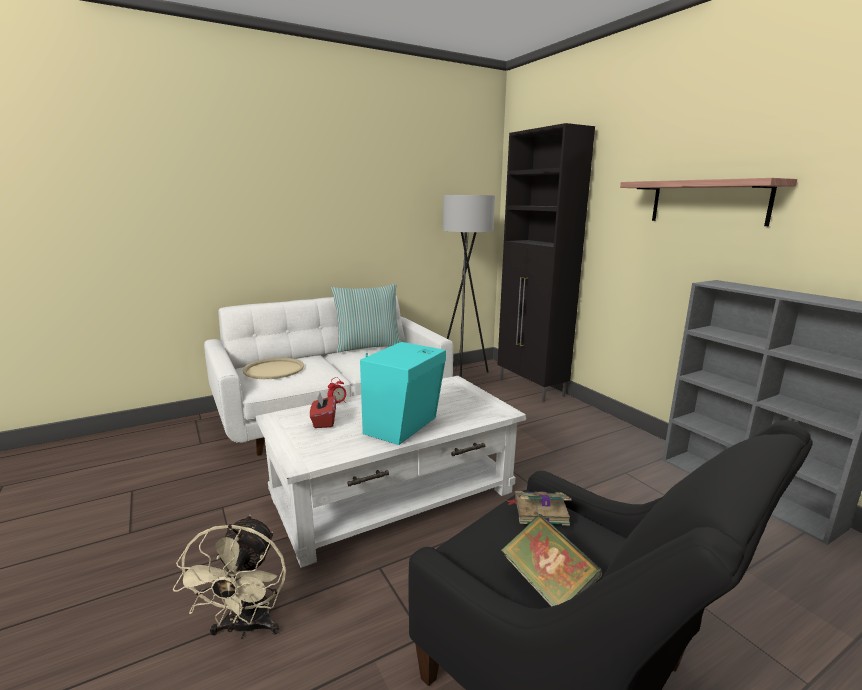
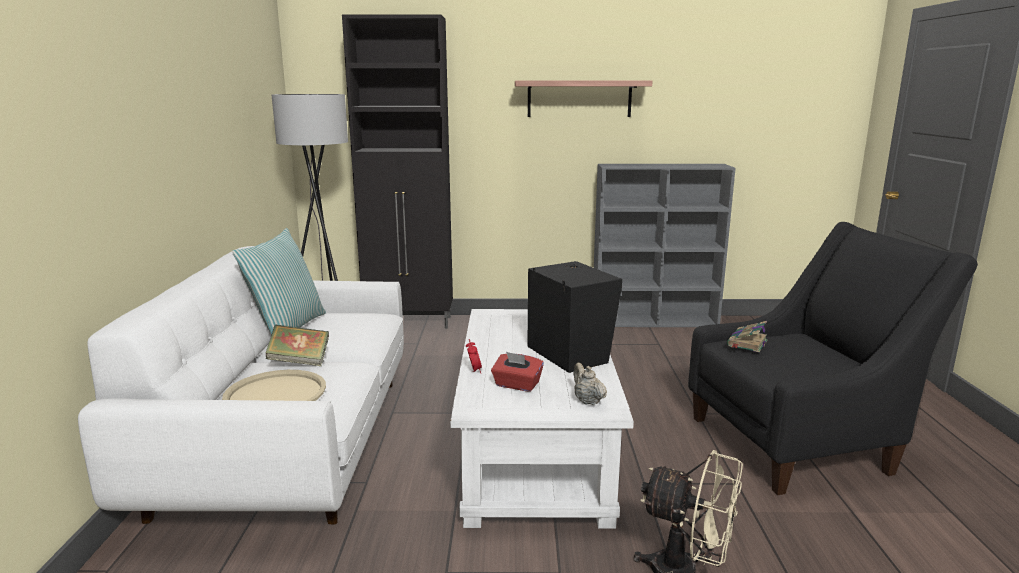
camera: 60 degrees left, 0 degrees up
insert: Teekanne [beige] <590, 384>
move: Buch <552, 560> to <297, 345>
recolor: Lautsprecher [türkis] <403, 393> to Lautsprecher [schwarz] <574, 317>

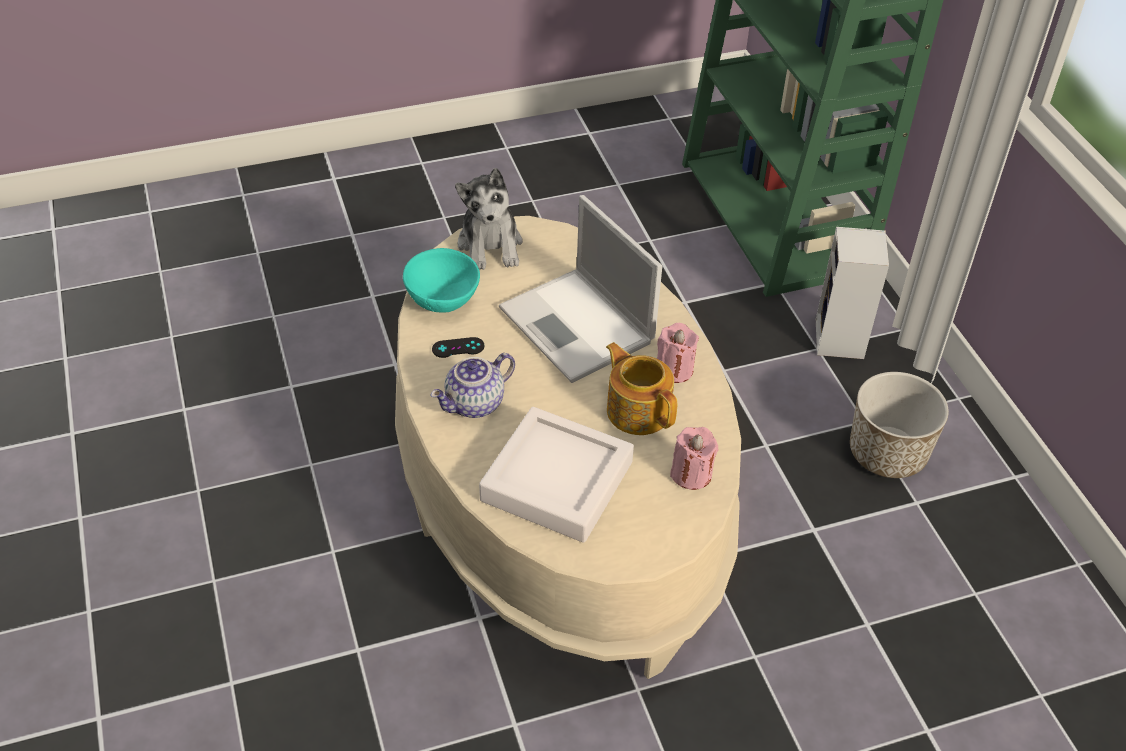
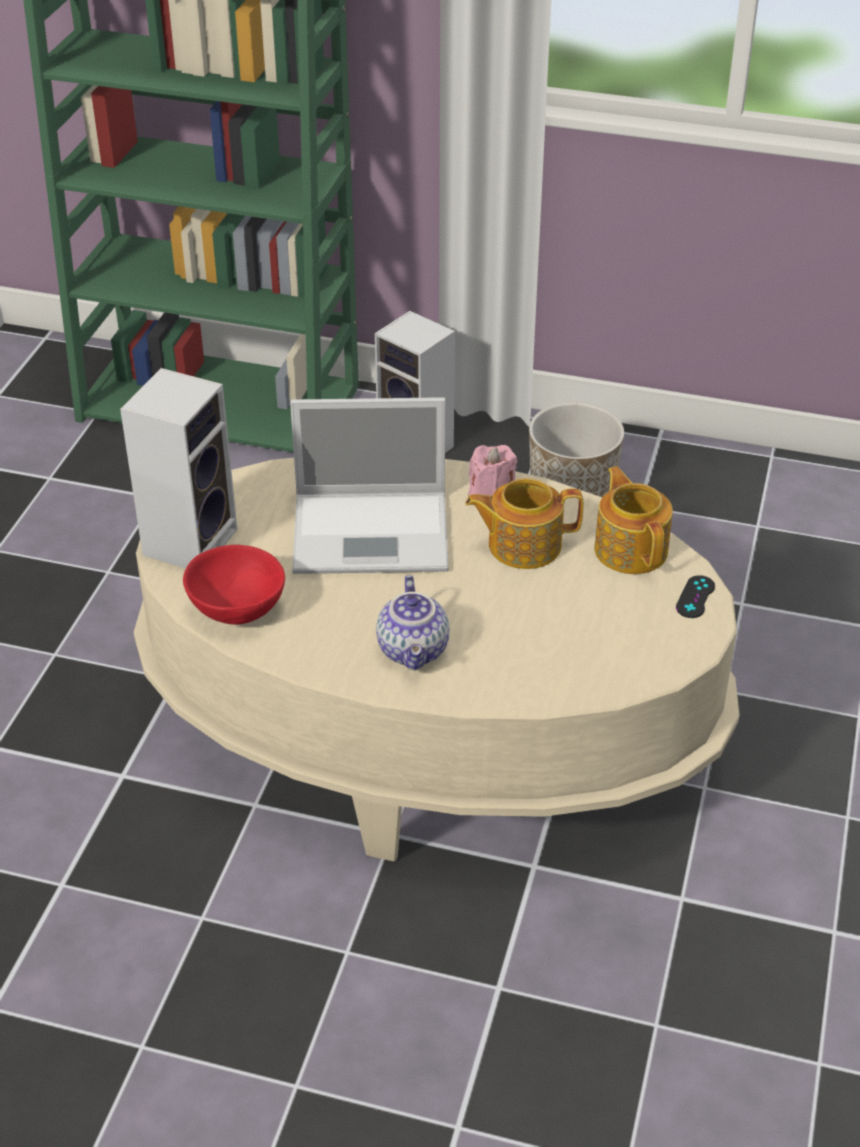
camera: 55 degrees left, 5 degrees down
delete: Tablett [weiß] <556, 475>
move: Gamepad [schwarz] <458, 347> to <695, 596>
replace: Plüschtier <489, 219> to Lautsprecher <178, 468>; Kerze [rosa] <694, 458> to Teekanne <633, 520>
recolor: Schüssel [türkis] <441, 280> to Schüssel [rot] <234, 585>

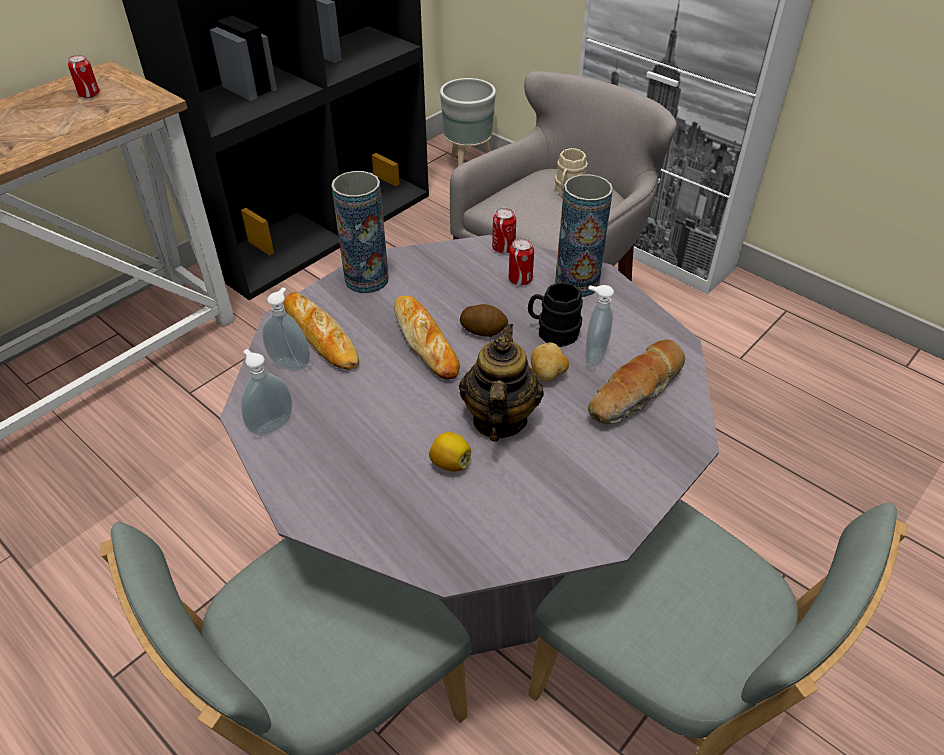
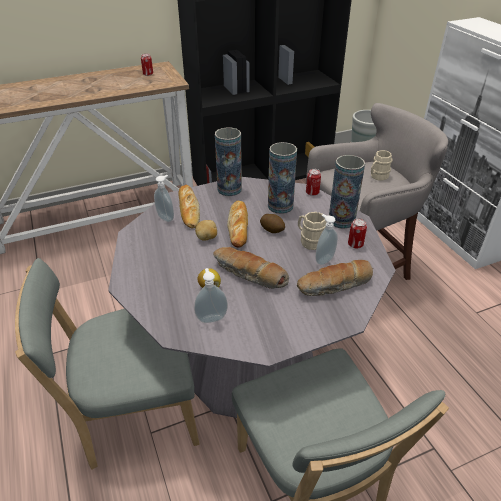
camera: 25 degrees right, 5 degrees down
insert: Vase <282, 178>
move: Seifenspender <266, 392> to <211, 295>; Dose <521, 261> to <357, 233>; Kartoffel <550, 362> to <206, 230>
replace: Teekanne <501, 382> to Brot <251, 268>
recolor: Henkelbecher [schwarz] <555, 314> to Henkelbecher [beige] <312, 231>

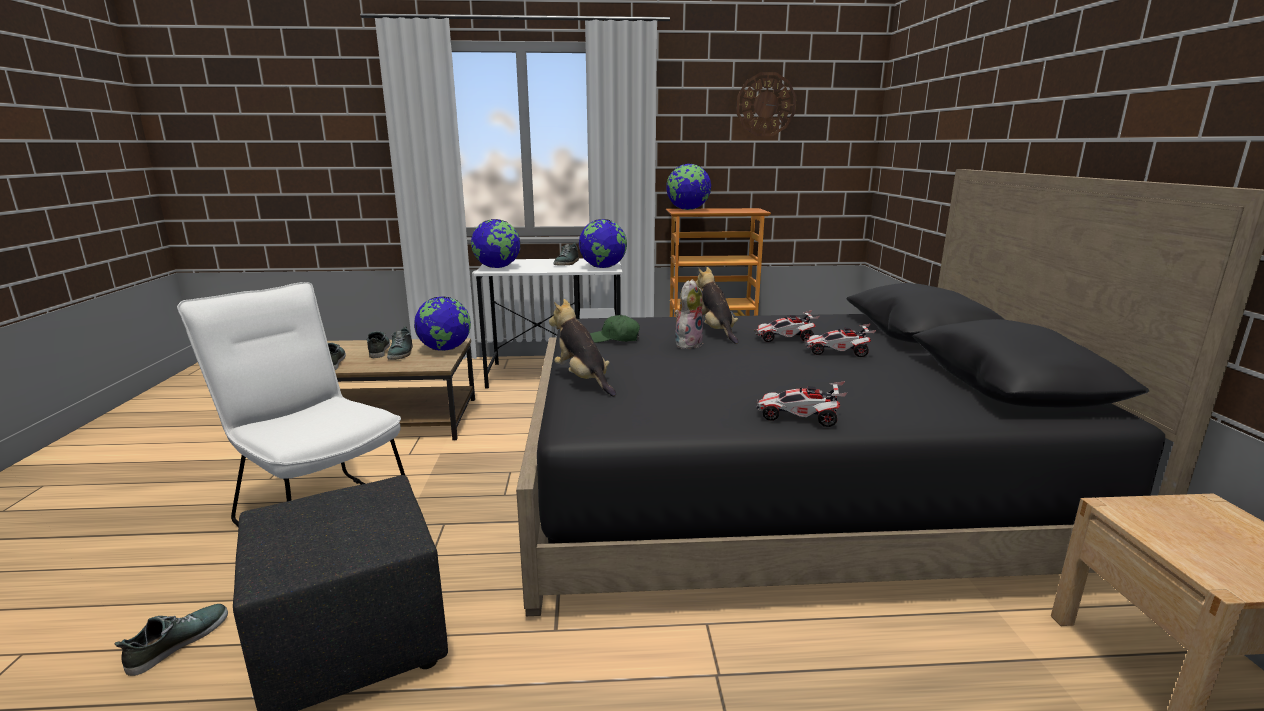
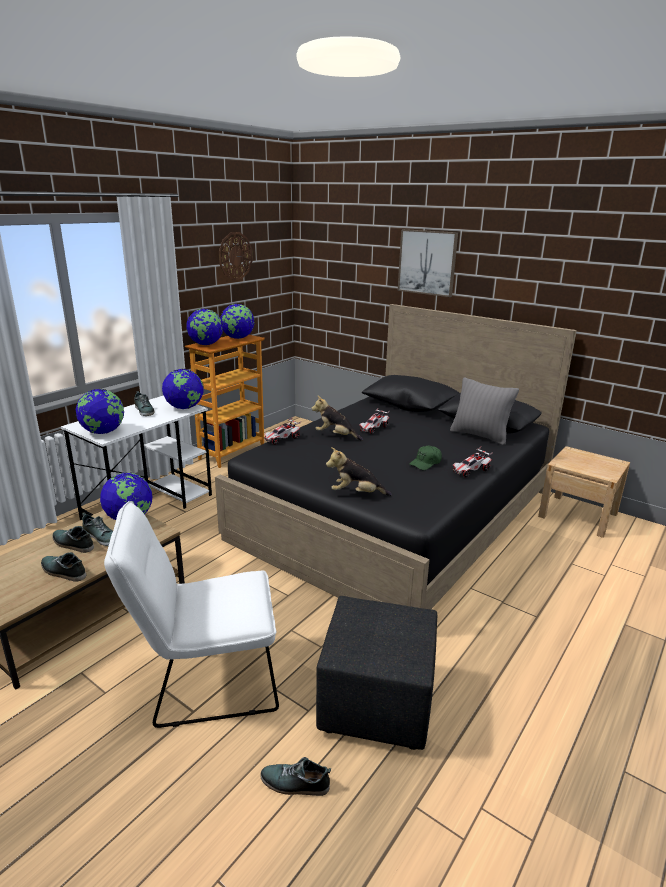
camera: 50 degrees left, 5 degrees up
delete: Plüschtier <689, 314>
insert: Globus <237, 321>; Bild <428, 263>; Kissen [grau] <484, 411>
move: Kappe [grün] <615, 329> to <425, 458>; Spielzeugauto <840, 340> to <282, 431>
rotate: Schuh <171, 640> = <295, 776> 60 degrees counterclockwise

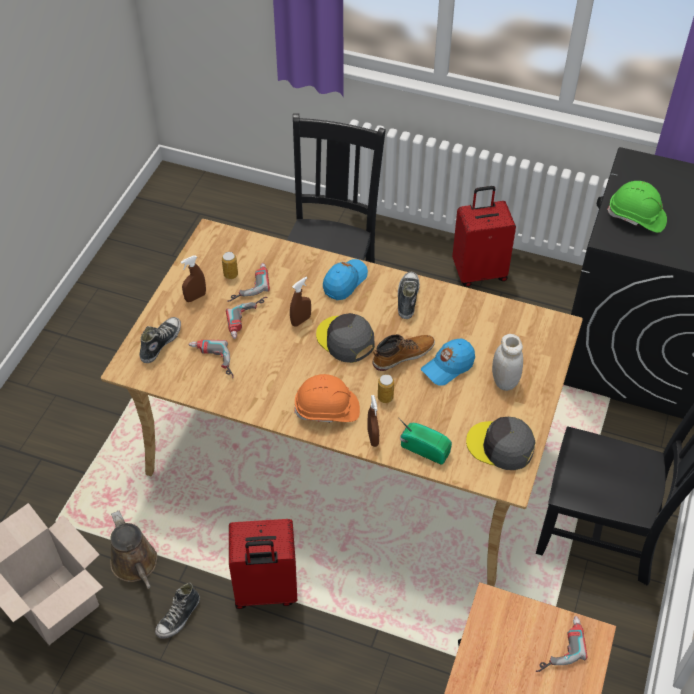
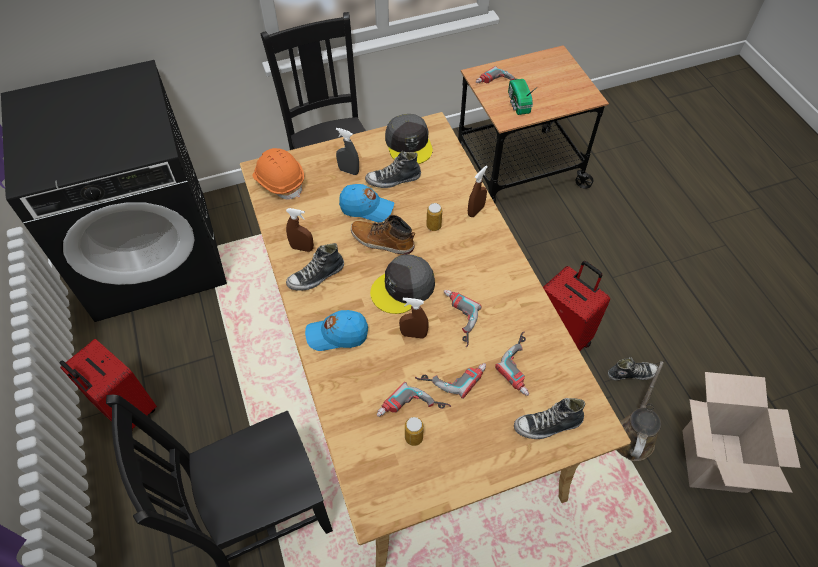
camera: 130 degrees left, 5 degrees up
delete: Schutzhelm [grün] <637, 207>
insert: Schuh <393, 169>; Bohrmaschine <462, 319>
move: Sprühflasche [braun] <193, 279> to <300, 230>; Schutzhelm [orange] <327, 398> to <278, 174>; Radio <425, 441> to <522, 97>
replace: Vorratsglas [weiß] <507, 362> to Sprühflasche [grau] <347, 151>
rotate: Kappe [grau] <345, 338> = <402, 284> 45 degrees clockwise

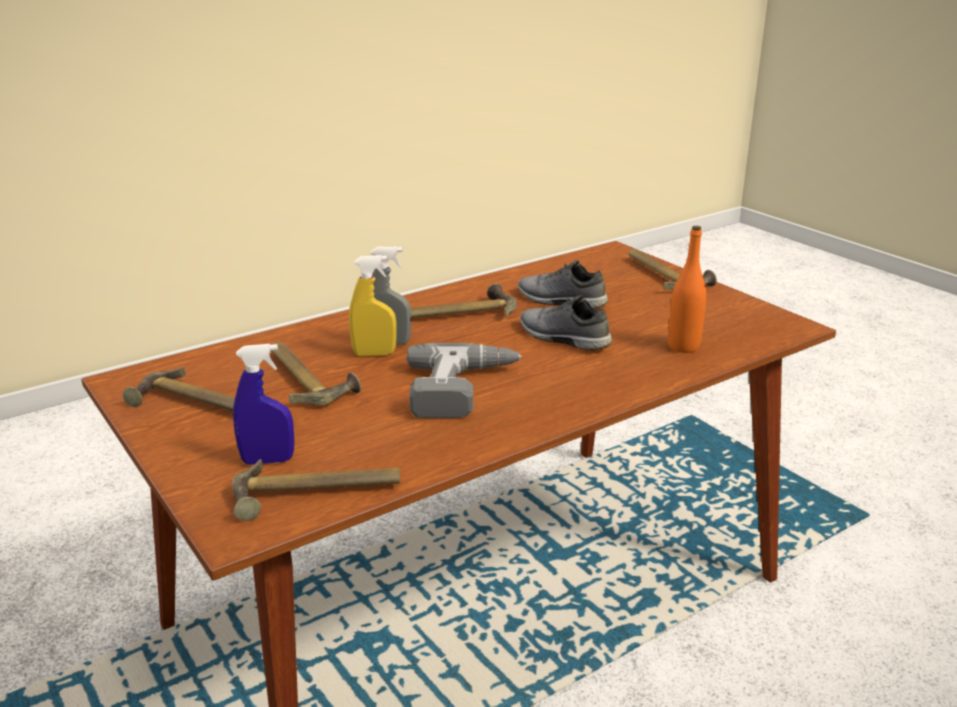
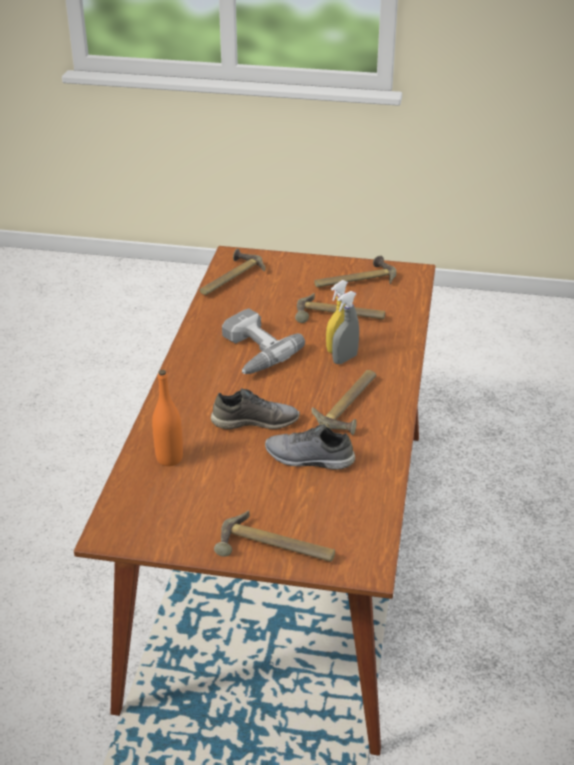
camera: 135 degrees right, 10 degrees up
delete: Sprühflasche [blau] <263, 404>
rotate: Schuh [grau] <563, 284> = <310, 447> 150 degrees counterclockwise

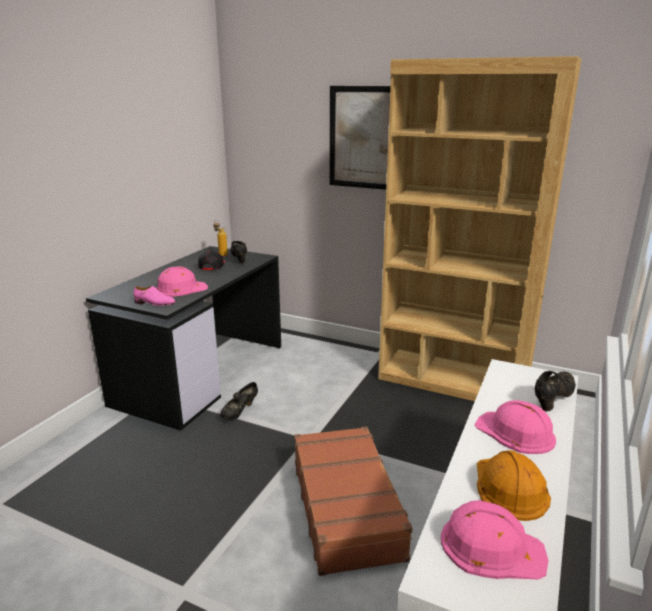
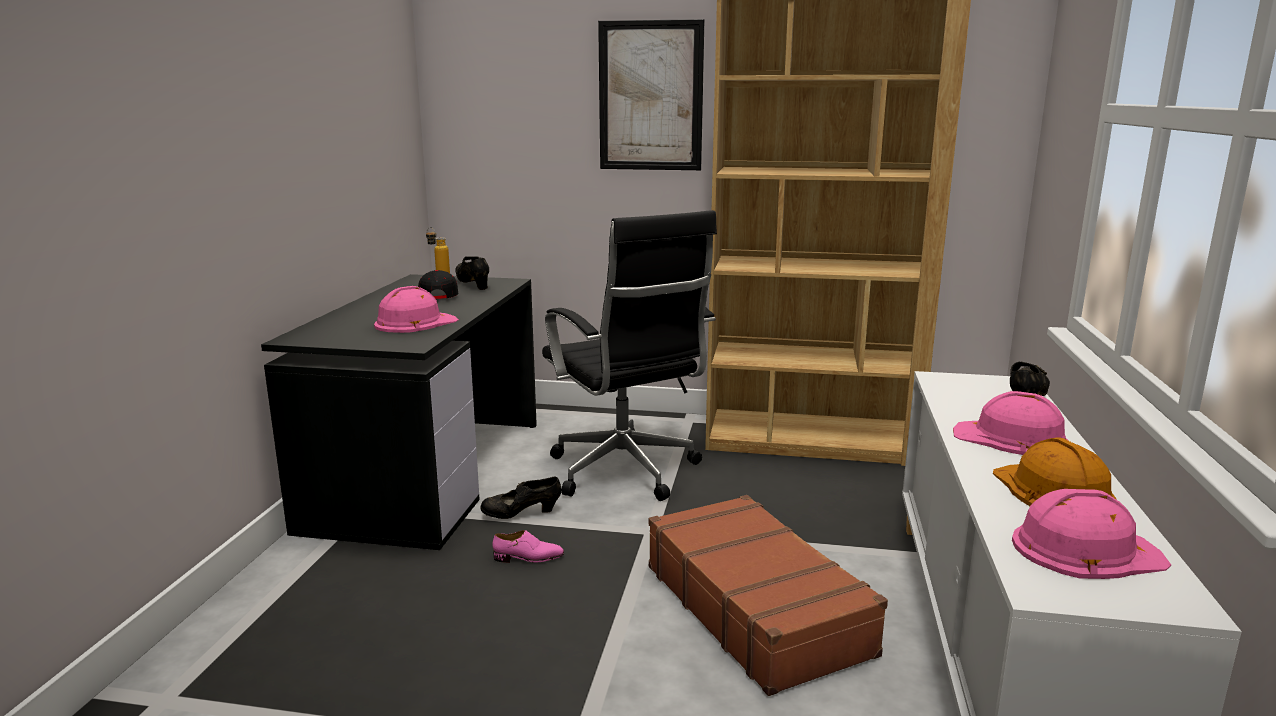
camera: 15 degrees left, 5 degrees down
insert: Bürostuhl [schwarz] <629, 355>
move: Schuh [rosa] <154, 296> to <528, 546>
rotate: Schuh [schwarz] <239, 401> = <521, 498> 60 degrees clockwise

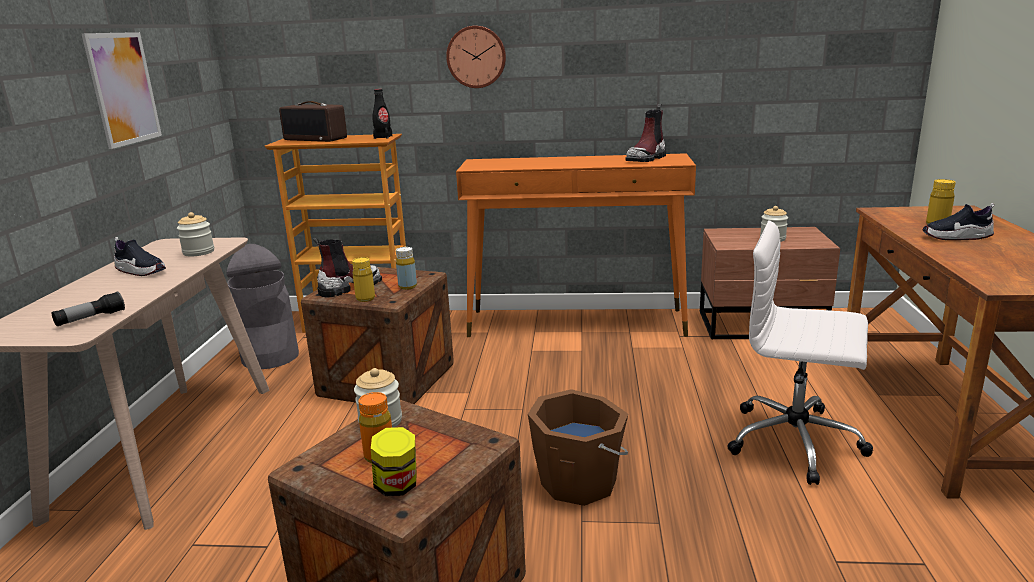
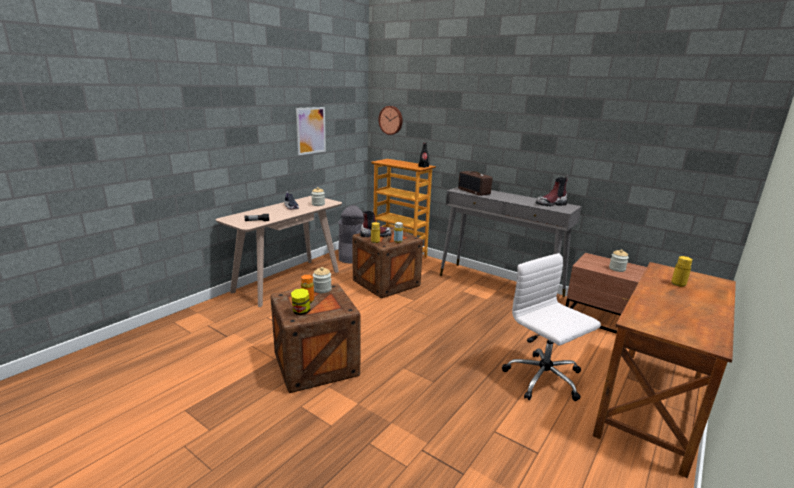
camera: 30 degrees right, 0 degrees up
delete: Eimer [braun] <578, 447>; Schuh <958, 221>
move: Radio <313, 121> to <475, 183>; Wanduhr <476, 57> to <390, 120>
recolor: Konsolentisch [orange] <576, 245> to Konsolentisch [grau] <511, 242>

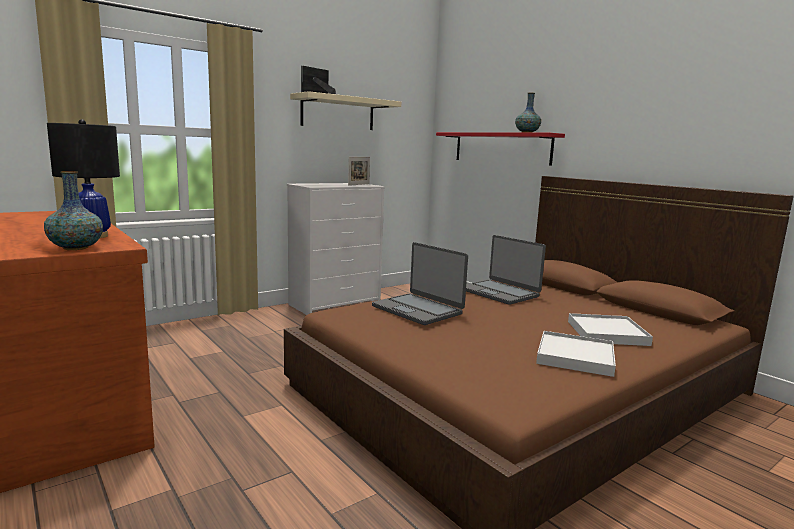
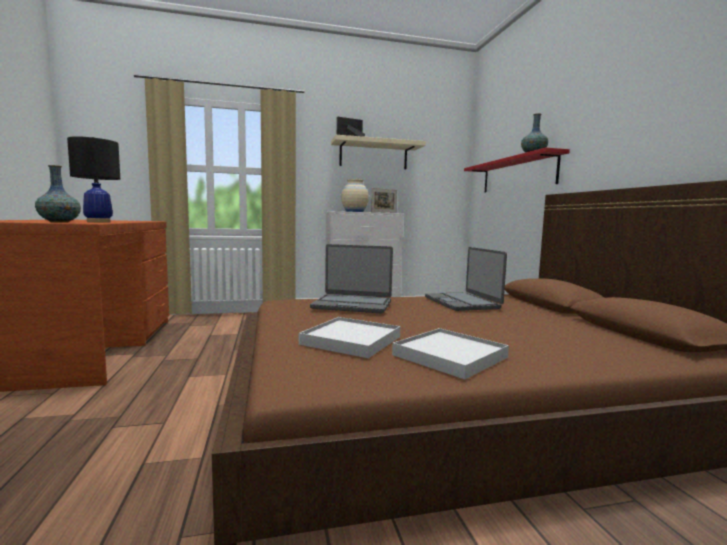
camera: 25 degrees right, 5 degrees down
insert: Vase [beige] <355, 195>
move: Tablett [weiß] <610, 329> to <349, 337>
rotate: Laptop <420, 283> = <351, 278> 60 degrees counterclockwise

